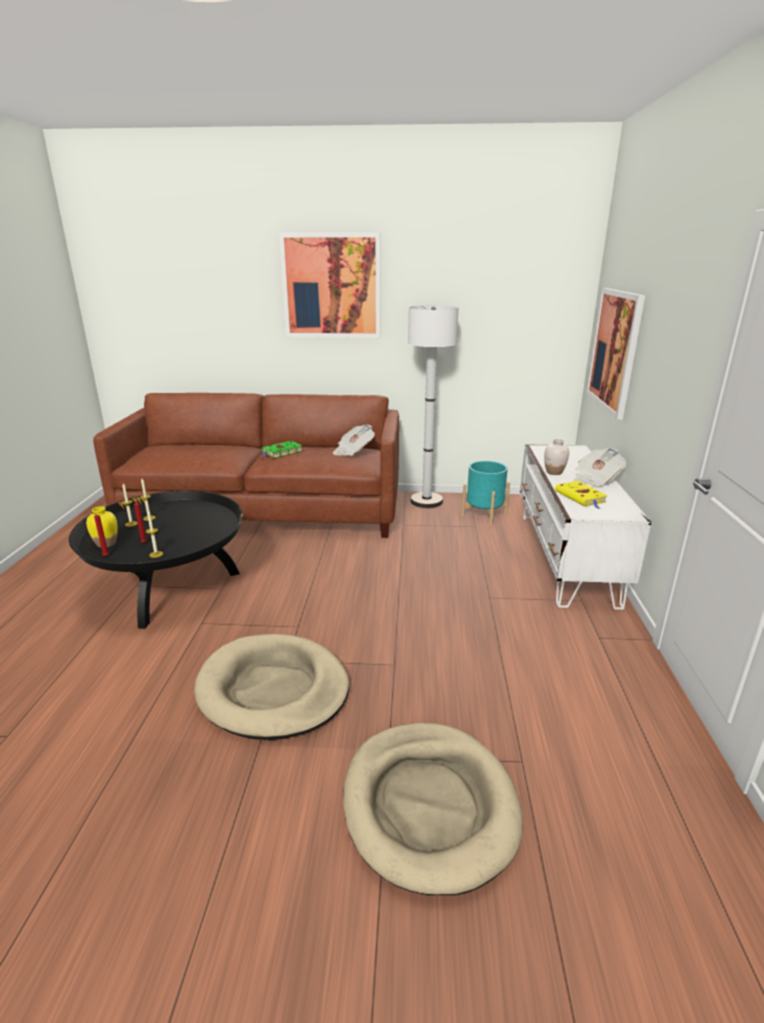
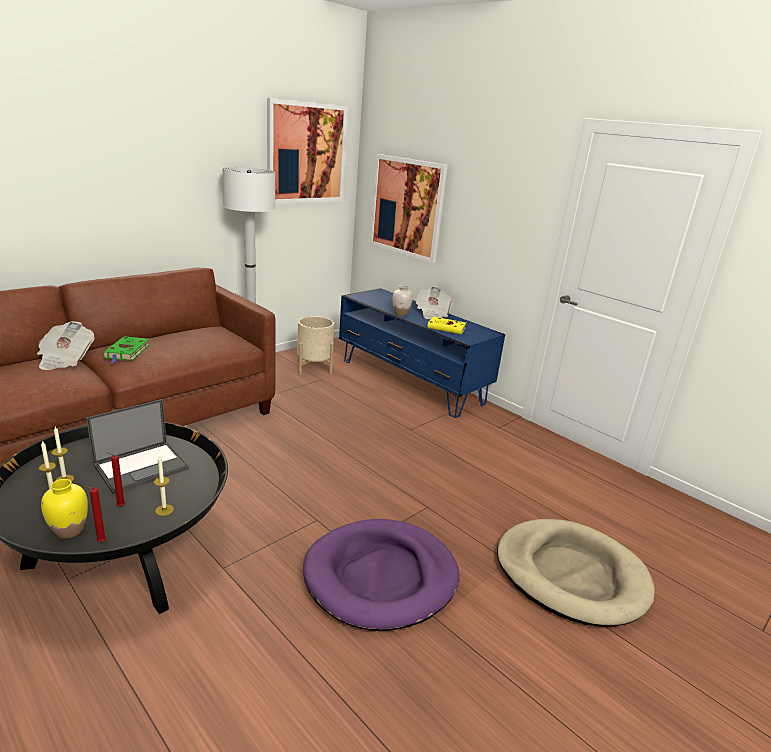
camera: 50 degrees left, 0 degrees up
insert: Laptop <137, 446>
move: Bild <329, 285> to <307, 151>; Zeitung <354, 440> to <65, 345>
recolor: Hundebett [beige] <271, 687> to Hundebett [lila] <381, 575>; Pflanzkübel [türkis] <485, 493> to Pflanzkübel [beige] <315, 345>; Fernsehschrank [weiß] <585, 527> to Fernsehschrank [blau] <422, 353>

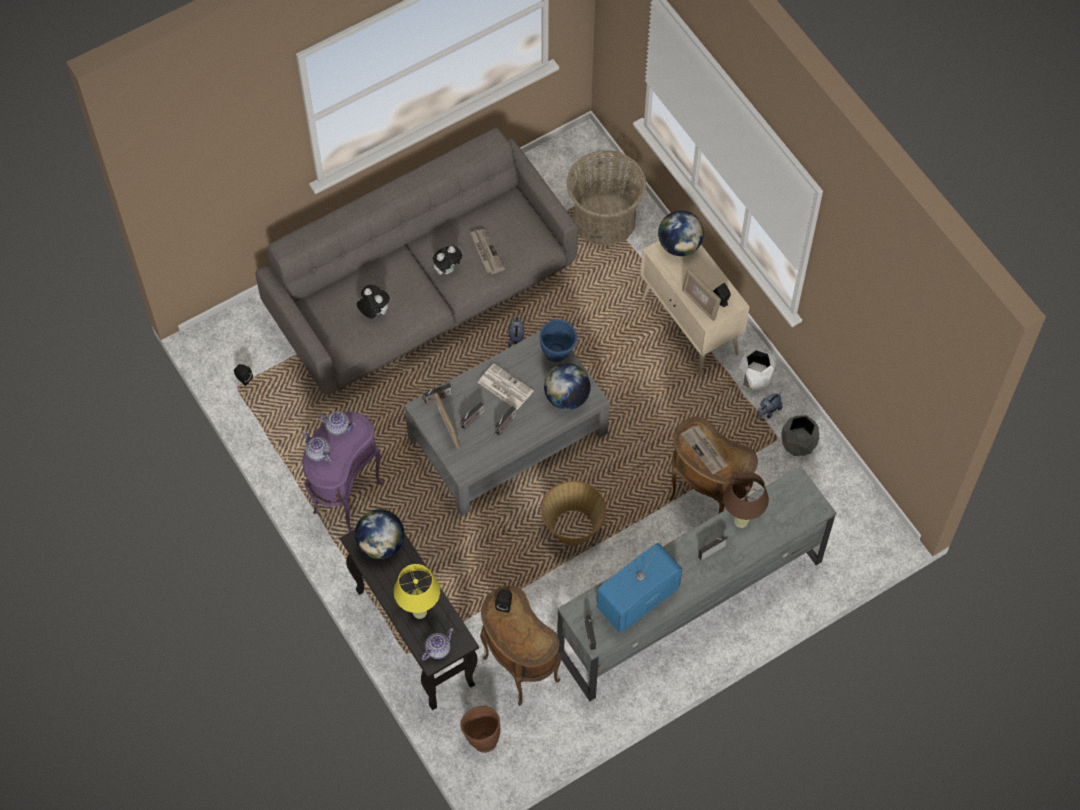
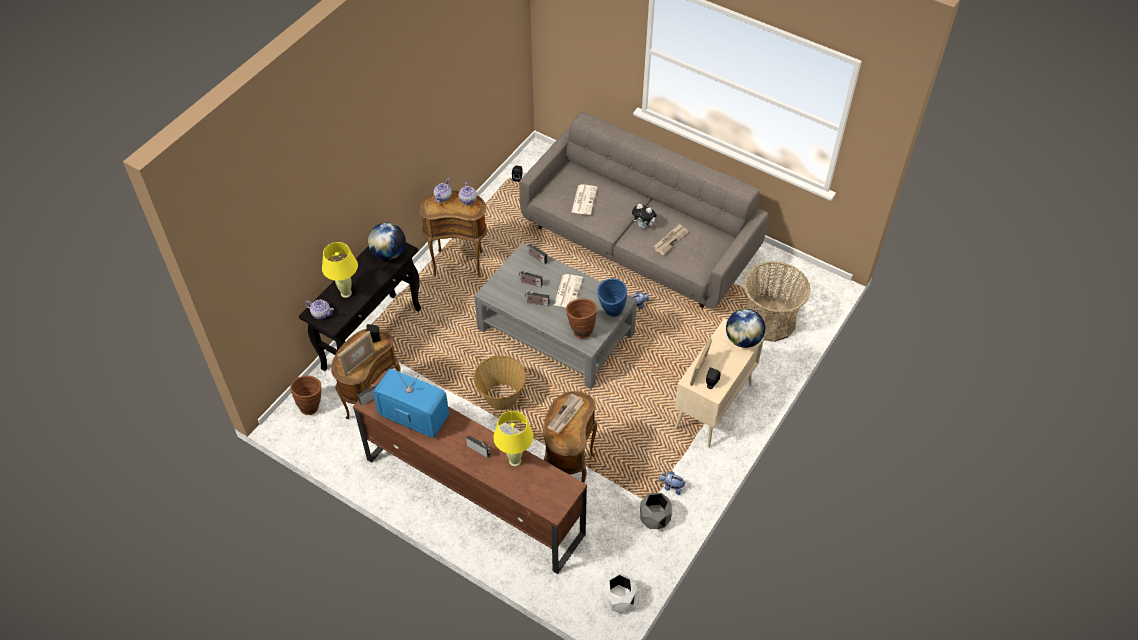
camera: 65 degrees right, 10 degrees down
move: Bilderrahmen <447, 420> to <357, 354>; Pflanzkübel [weiß] <757, 369> to <619, 593>
replace: Plüschtier <373, 301> to Zeitung <584, 199>; Globus <567, 386> to Vase [braun] <581, 319>
recolor: Beistelltisch [lila] <343, 472> to Beistelltisch [braun] <453, 233>; Fernsehschrank [grau] <696, 584> to Fernsehschrank [braun] <470, 472>; Tischlampe [braun] <746, 500> to Tischlampe [gelb] <513, 438>

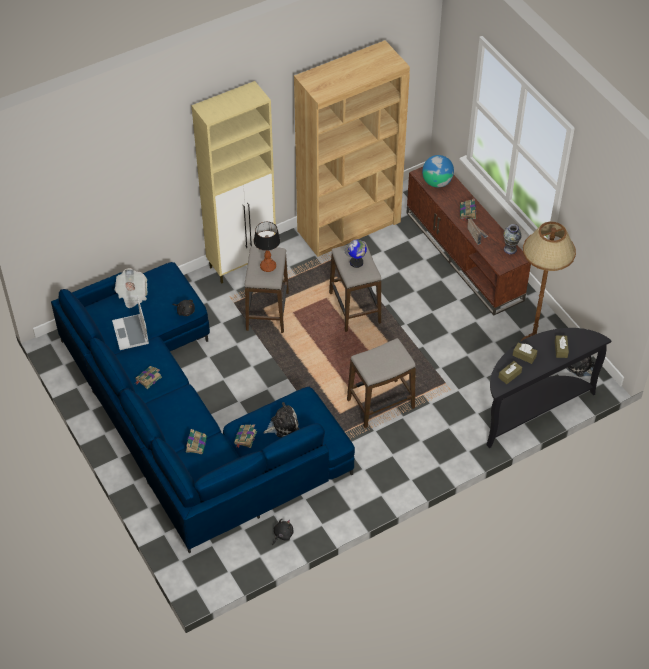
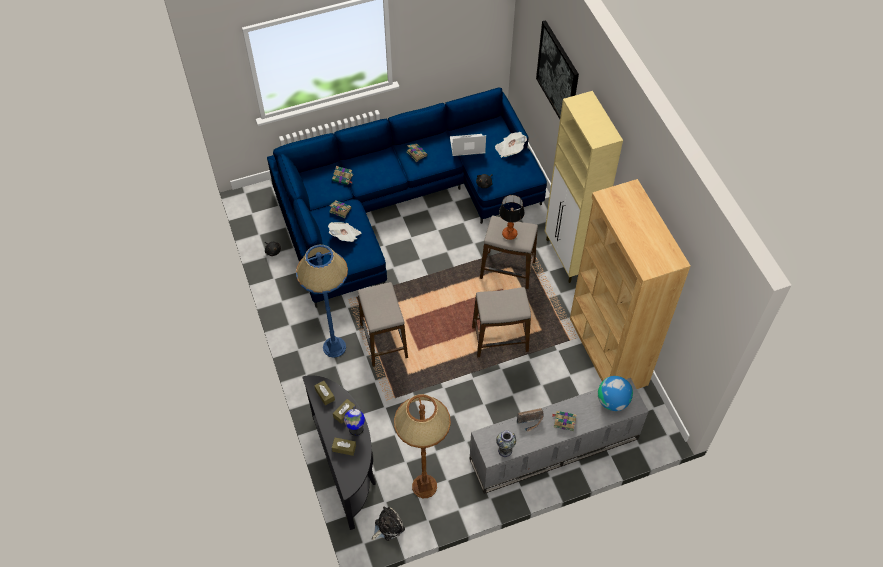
camera: 100 degrees right, 5 degrees up
insert: Stehlampe [blau] <322, 301>; Bild <557, 69>
move: Globus <356, 253> to <354, 421>
replace: Plüschtier <281, 419> to Zeitung <345, 232>
recolor: Fernsehschrank [braun] <469, 241> to Fernsehschrank [grau] <559, 436>

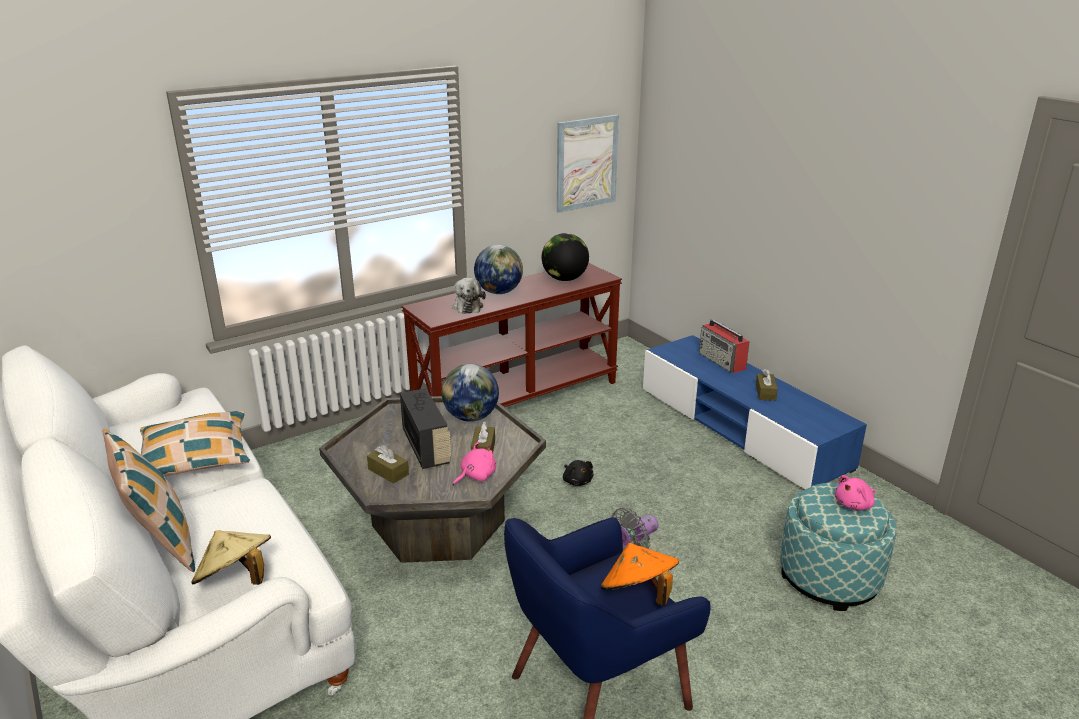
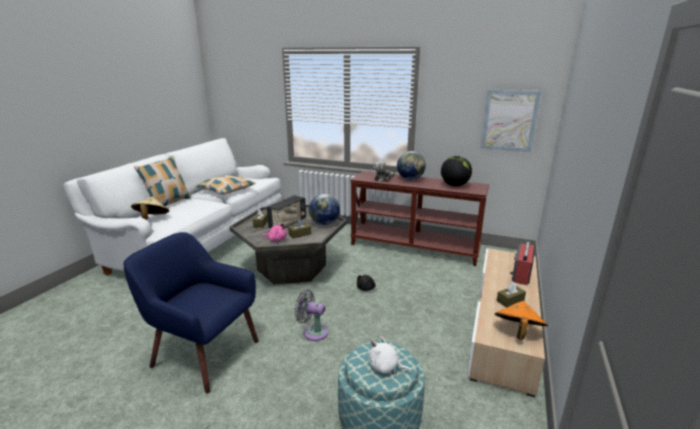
camera: 55 degrees right, 5 degrees down
move: Hut [orange] <640, 574> to <521, 320>
recolor: Fernsehschrank [blau] <755, 412> to Fernsehschrank [beige] <506, 322>; Plüschtier [rosa] <855, 492> to Plüschtier [weiß] <390, 355>

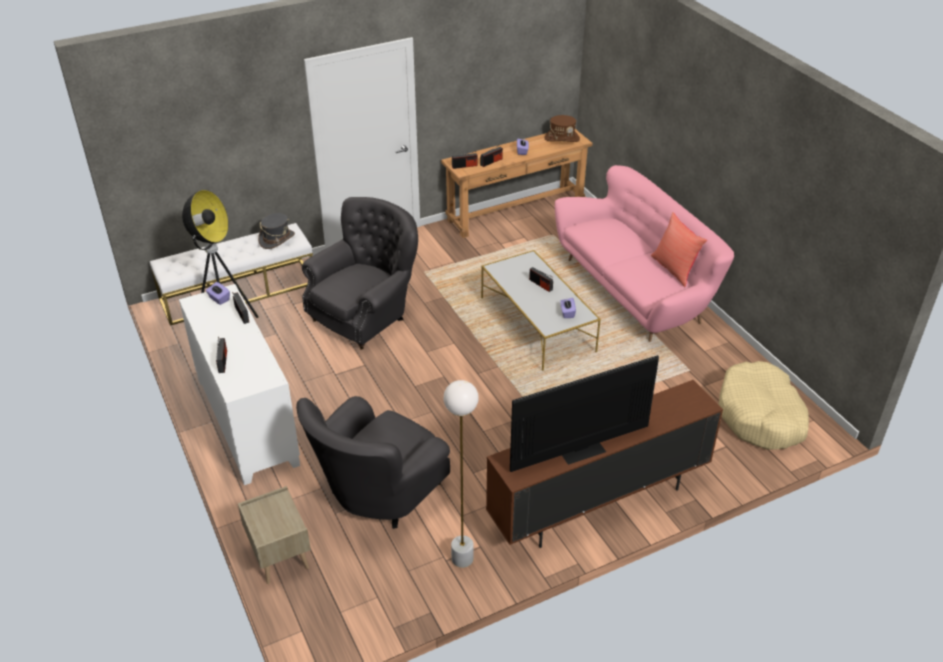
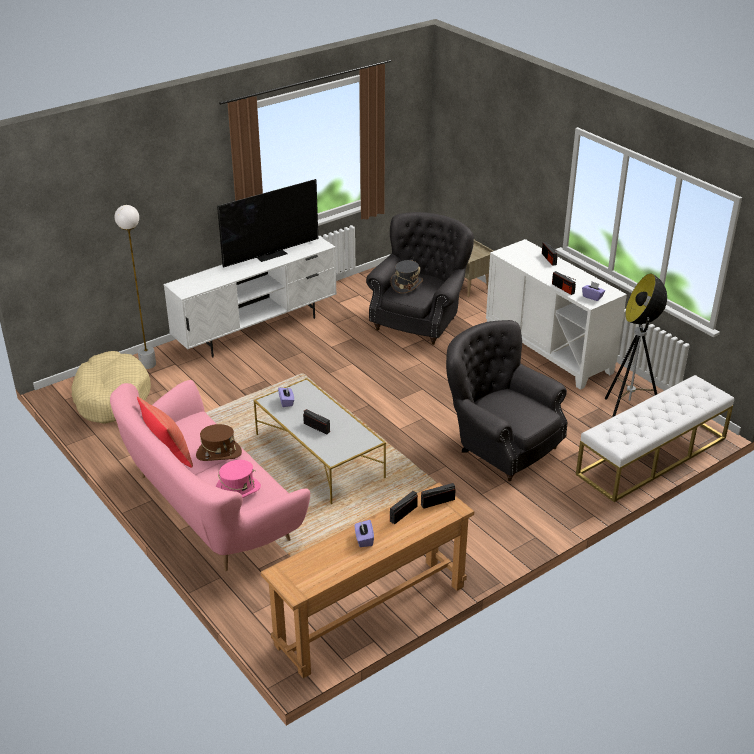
camera: 170 degrees right, 5 degrees down
insert: Hut [rosa] <238, 479>
move: Hut [grau] <276, 231> to <406, 277>; Stehlampe [weiß] <461, 474> to <135, 287>; Hut [braun] <562, 128> to <219, 442>
recolor: Fernsehschrank [braun] <604, 464> to Fernsehschrank [weiß] <250, 296>
rotate: Sessel [grau] <360, 273> = <506, 400> 105 degrees clockwise

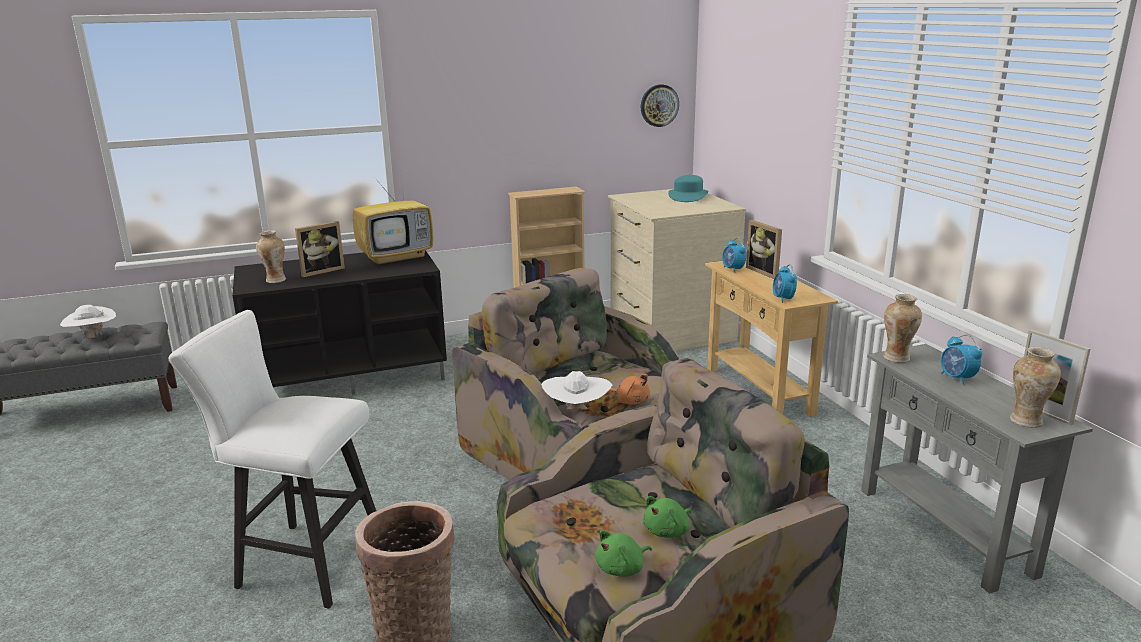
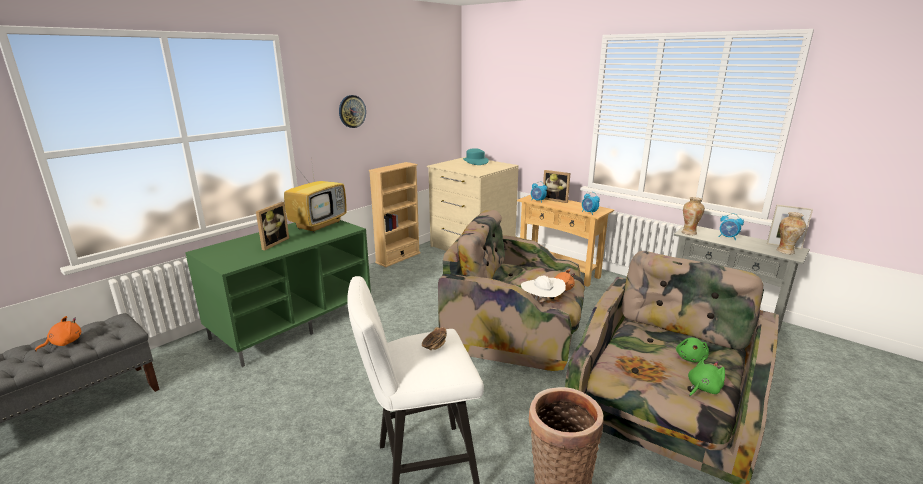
camera: 30 degrees left, 0 degrees up
delete: Vase <271, 256>
insert: Schüssel <434, 338>
move: Wanduhr <660, 105> to <352, 111>
replace: Hut [weiß] <88, 321> to Plüschtier [orange] <58, 333>
recolor: Fernsehschrank [schwarz] <339, 322> to Fernsehschrank [grün] <278, 293>
rotate: Plüschtier [grün] <623, 553> = <706, 377> 150 degrees counterclockwise

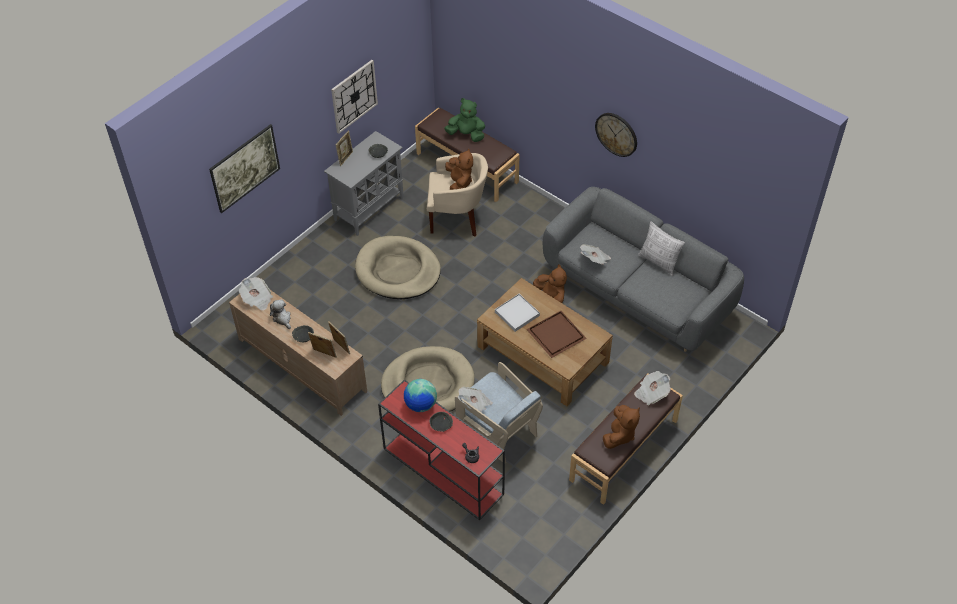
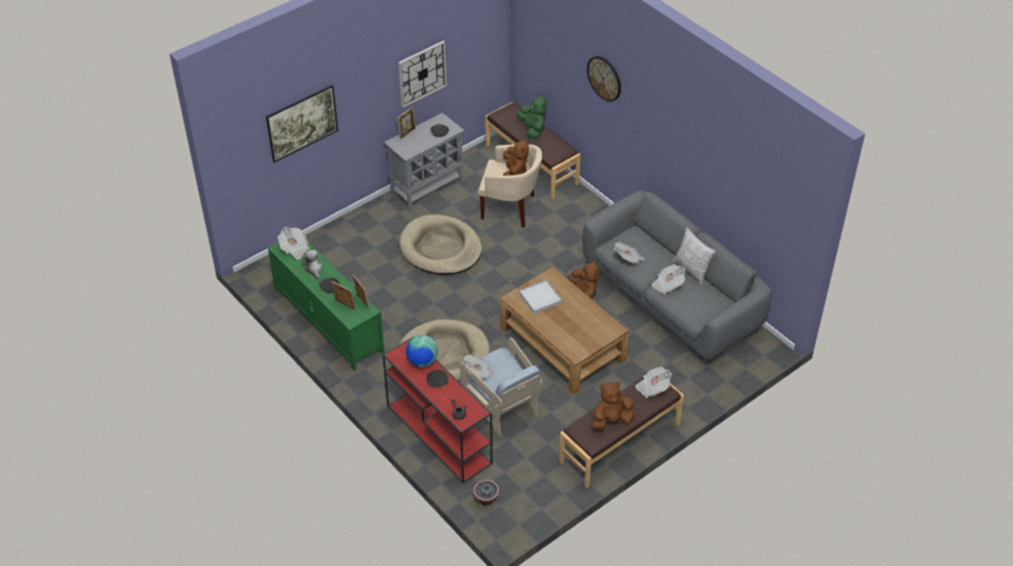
camera: 10 degrees right, 5 degrees down
delete: Tablett [braun] <556, 334>
insert: Topfpflanze <486, 493>; Zeitung <668, 279>
move: Wanduhr <616, 135> to <604, 79>
recolor: Fernsehschrank [beige] <298, 353> to Fernsehschrank [grün] <326, 306>
rotate: Plüschtier [grün] <464, 120> = <532, 117> 45 degrees clockwise; Plüschtier [braun] <621, 427> = <613, 406> 150 degrees counterclockwise

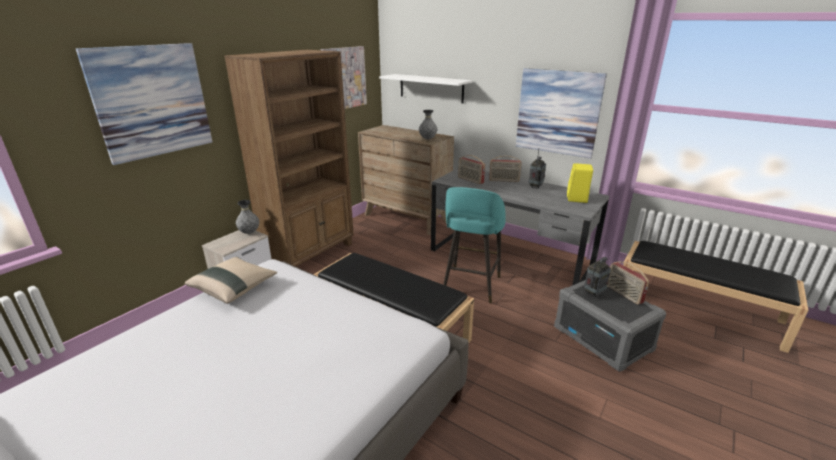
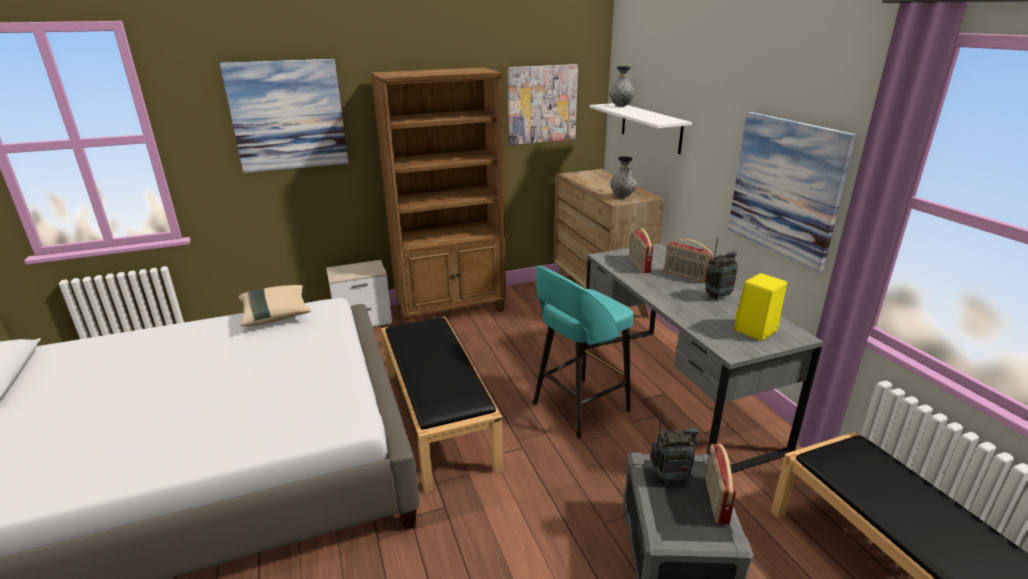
camera: 35 degrees right, 0 degrees up
move: Vase [grau] <247, 217> to <622, 86>

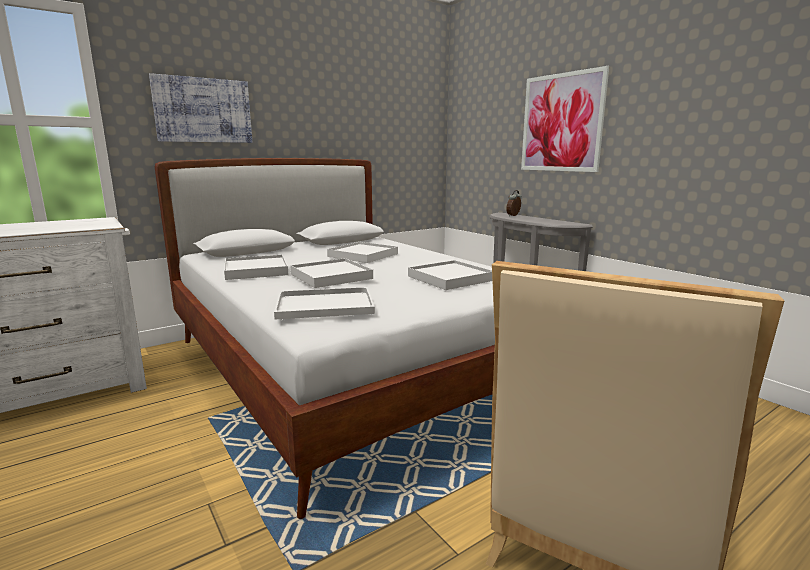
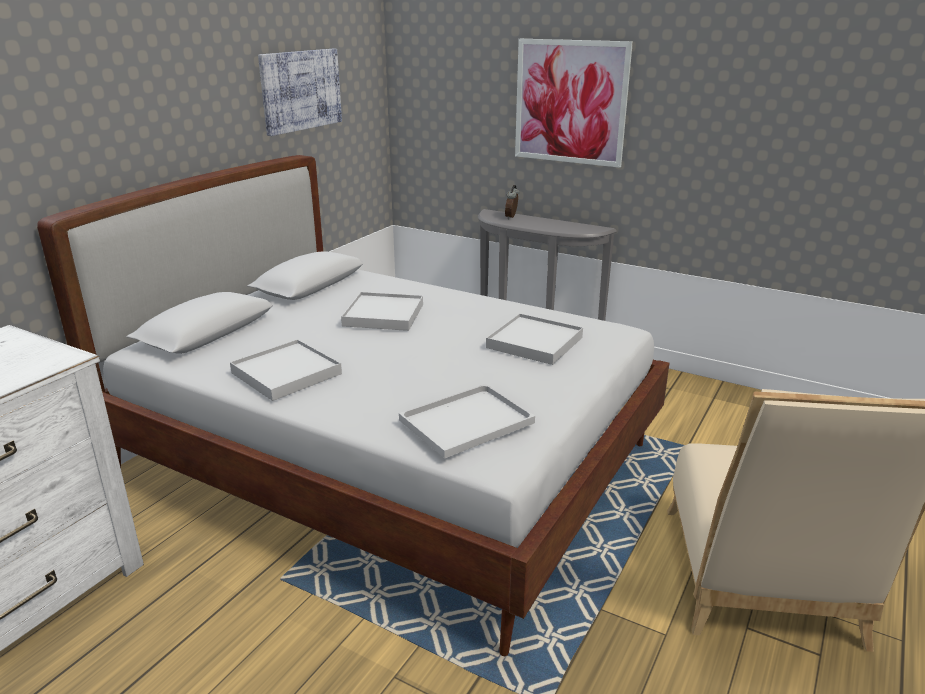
camera: 25 degrees left, 10 degrees up
delete: Tablett [weiß] <331, 273>
move: Bild <200, 108> to <300, 92>

